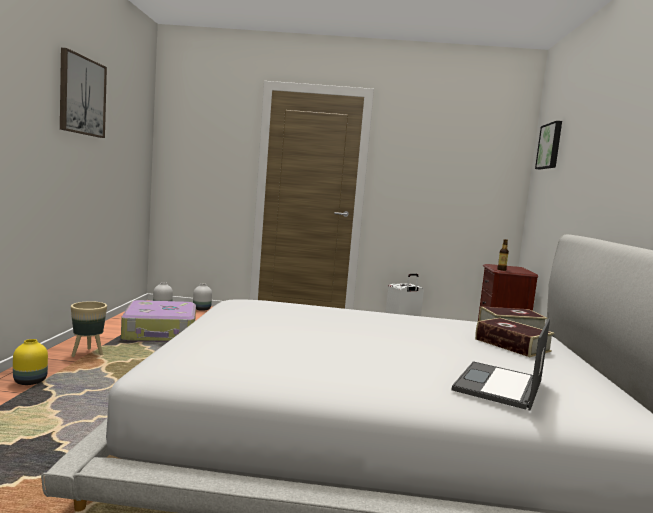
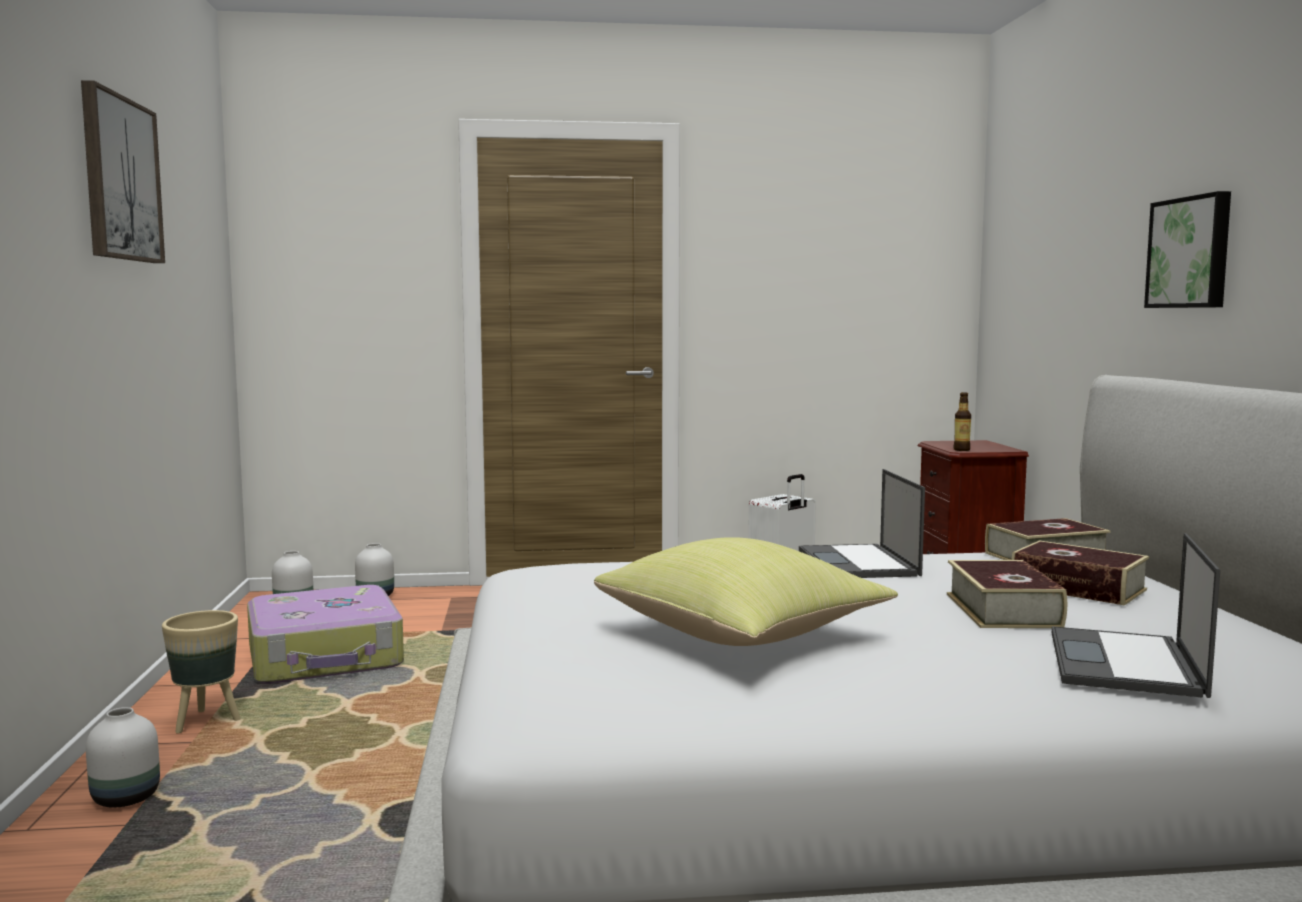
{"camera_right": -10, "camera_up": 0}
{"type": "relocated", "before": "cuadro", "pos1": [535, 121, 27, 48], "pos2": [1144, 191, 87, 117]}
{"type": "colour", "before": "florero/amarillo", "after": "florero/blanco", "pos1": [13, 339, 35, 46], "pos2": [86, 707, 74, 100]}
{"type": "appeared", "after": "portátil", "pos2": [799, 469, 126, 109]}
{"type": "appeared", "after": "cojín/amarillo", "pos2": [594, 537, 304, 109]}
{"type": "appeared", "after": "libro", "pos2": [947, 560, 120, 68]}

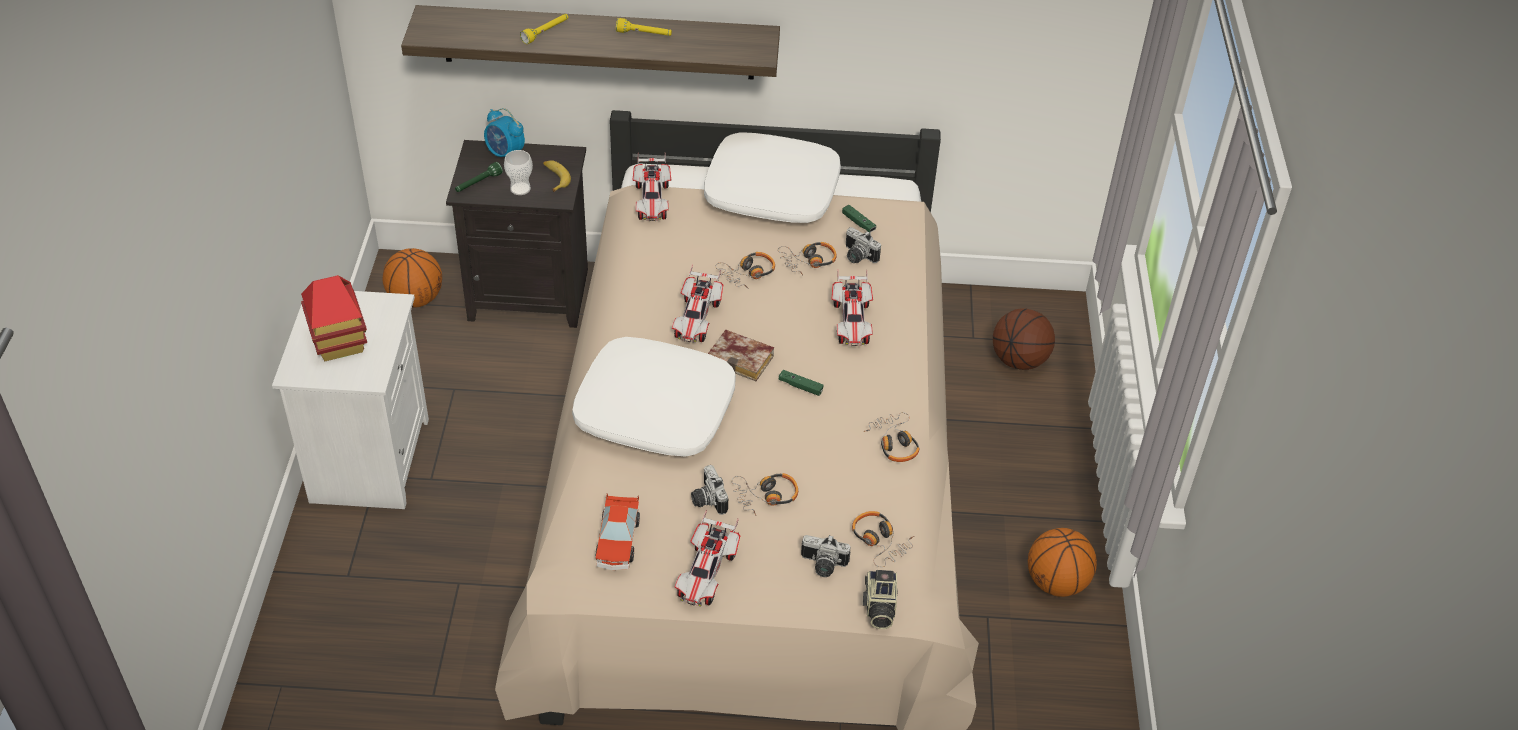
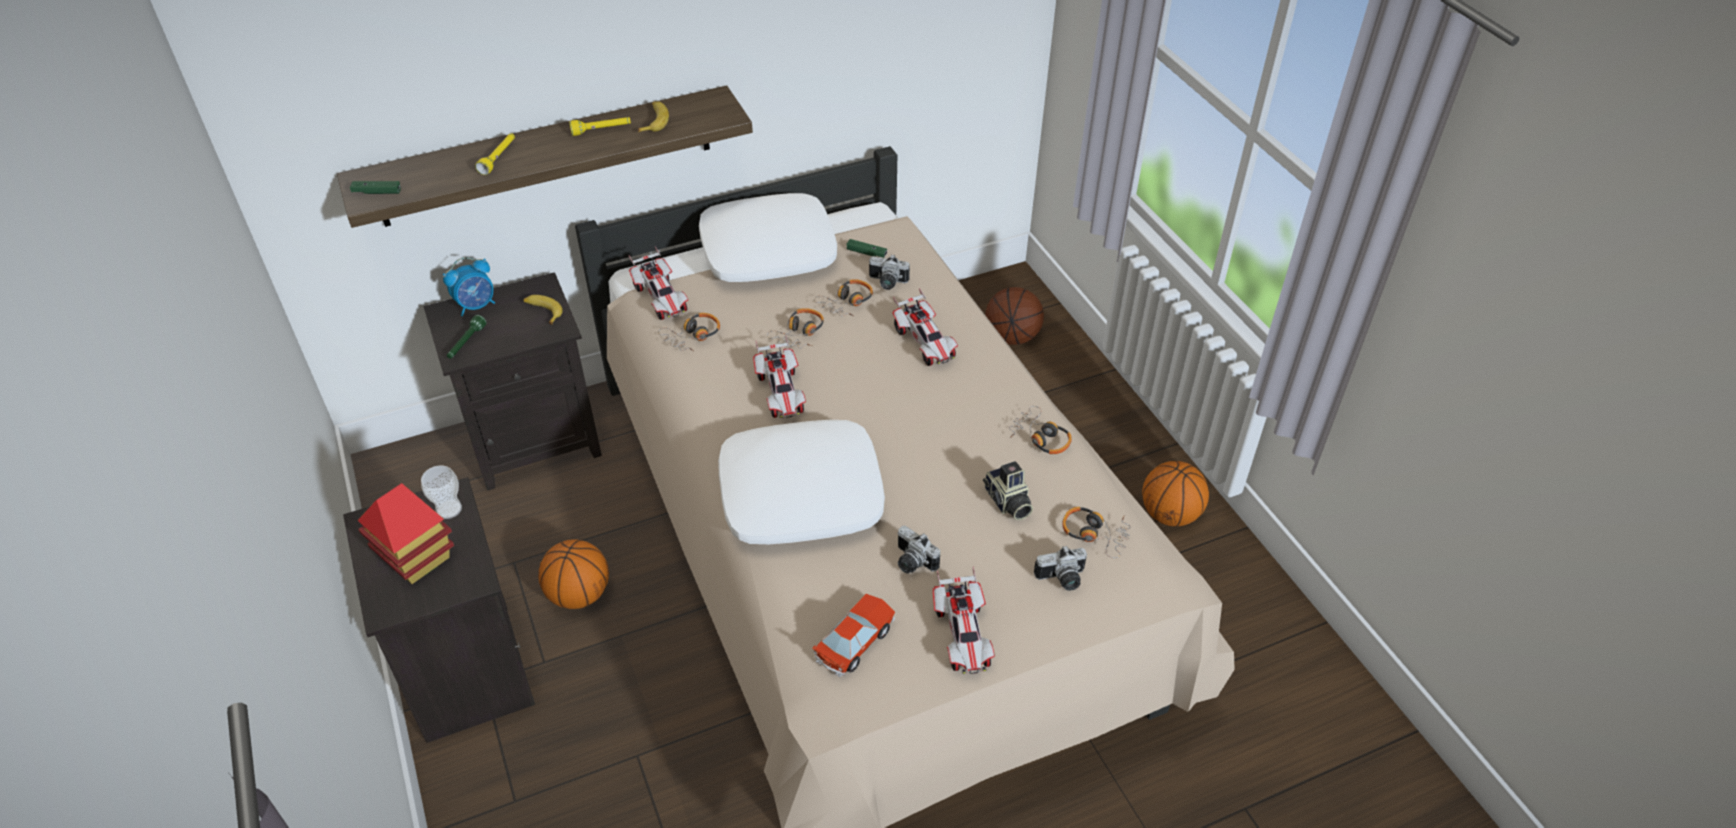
{"camera_right": -25, "camera_up": 0}
{"type": "spun", "before": "despertador", "pos1": [484, 108, 41, 49], "pos2": [443, 257, 52, 59], "turn": -45}
{"type": "relocated", "before": "taza", "pos1": [504, 150, 29, 45], "pos2": [421, 466, 41, 53]}
{"type": "relocated", "before": "balón de baloncesto", "pos1": [382, 248, 60, 60], "pos2": [538, 539, 71, 70]}
{"type": "colour", "before": "mesita de noche/blanco", "after": "mesita de noche/negro", "pos1": [272, 291, 157, 218], "pos2": [343, 477, 192, 266]}
{"type": "missing", "before": "libro", "pos1": [708, 329, 66, 52]}
{"type": "relocated", "before": "mando de consola/verde", "pos1": [779, 370, 45, 26], "pos2": [350, 181, 51, 13]}
{"type": "relocated", "before": "auriculares", "pos1": [731, 473, 67, 43], "pos2": [658, 313, 62, 38]}
{"type": "spun", "before": "coche de juguete", "pos1": [596, 493, 44, 77], "pos2": [812, 594, 83, 84], "turn": -120}
{"type": "relocated", "before": "cámara", "pos1": [863, 570, 35, 59], "pos2": [983, 461, 50, 59]}
{"type": "appeared", "after": "plátano", "pos2": [638, 101, 31, 31]}

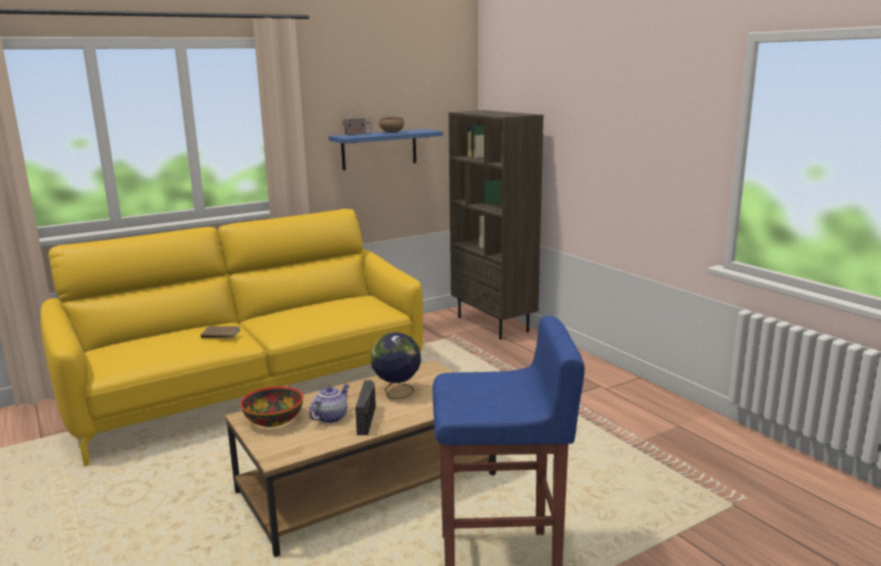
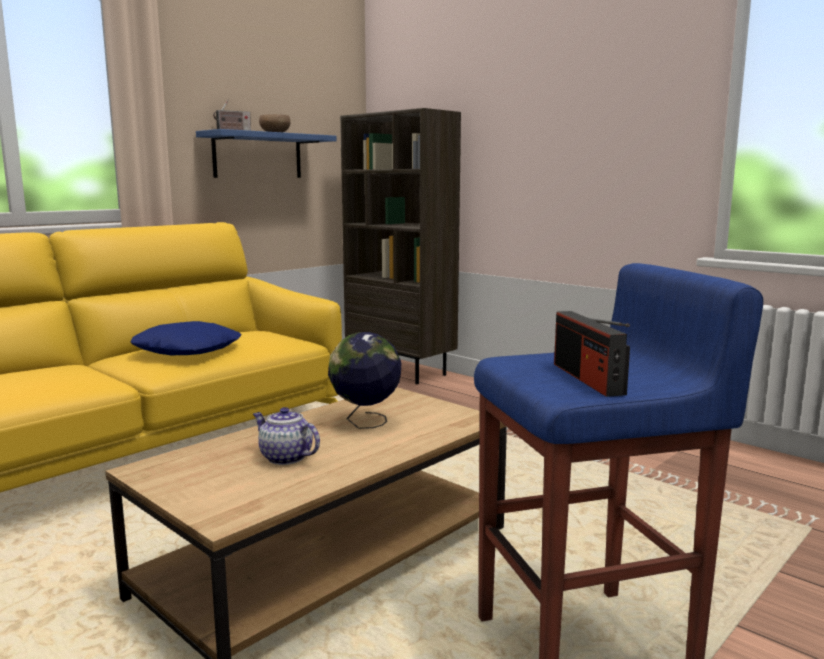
{"camera_right": -15, "camera_up": -5}
{"type": "missing", "before": "libro/marrón", "pos1": [201, 326, 40, 12]}
{"type": "relocated", "before": "radio", "pos1": [355, 380, 21, 55], "pos2": [554, 311, 76, 86]}
{"type": "spun", "before": "tetera", "pos1": [309, 384, 40, 39], "pos2": [253, 407, 67, 58], "turn": -75}
{"type": "missing", "before": "cuenco", "pos1": [240, 386, 63, 41]}
{"type": "appeared", "after": "cojín/azul", "pos2": [131, 321, 111, 34]}

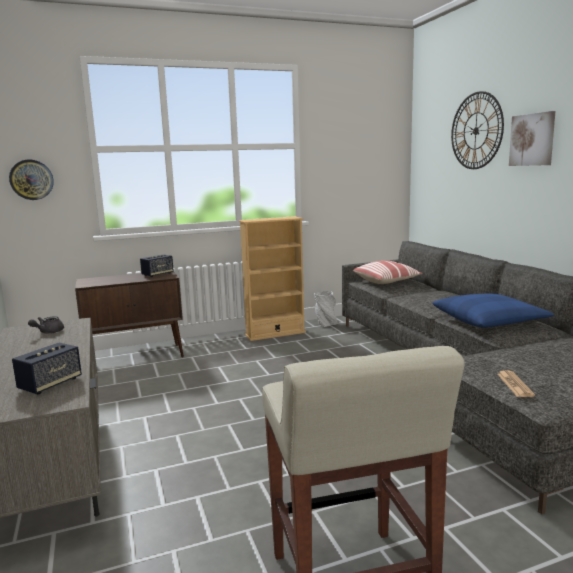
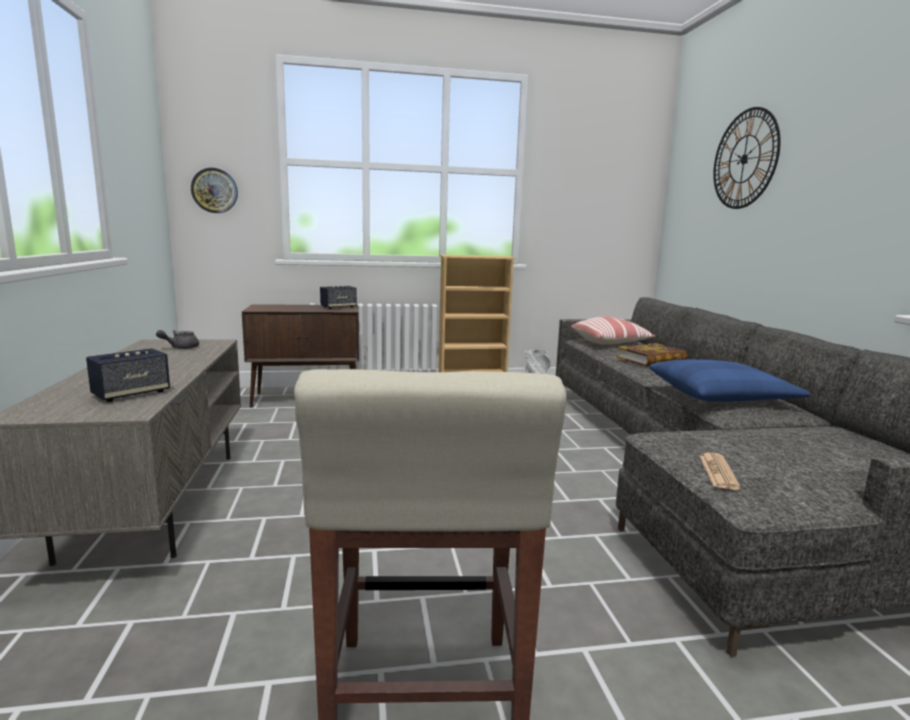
{"camera_right": 10, "camera_up": 0}
{"type": "missing", "before": "cuadro", "pos1": [509, 111, 46, 55]}
{"type": "appeared", "after": "libro", "pos2": [617, 343, 71, 23]}

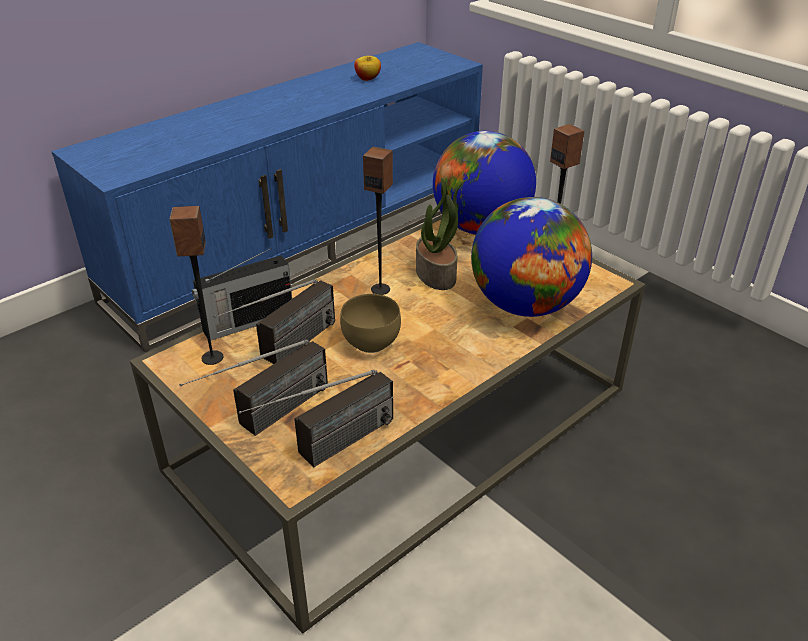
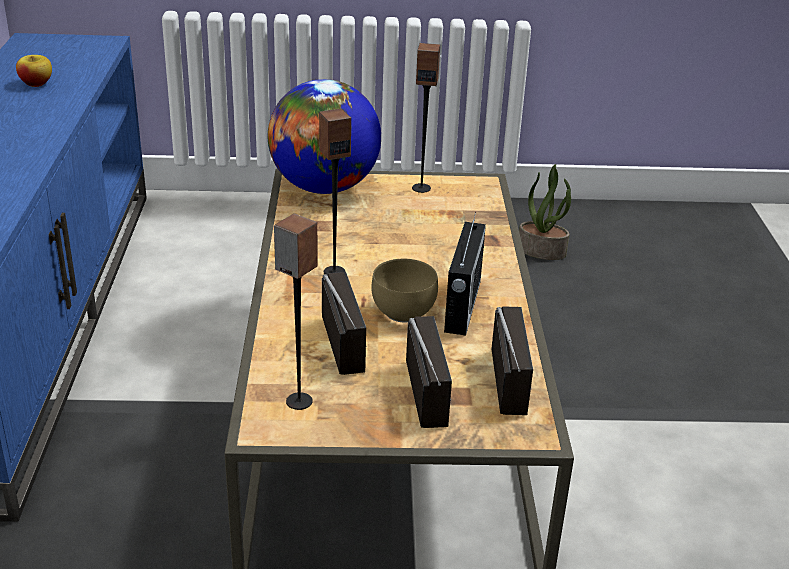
{"camera_right": -50, "camera_up": -5}
{"type": "relocated", "before": "planta en maceta", "pos1": [416, 178, 51, 112], "pos2": [519, 164, 52, 96]}
{"type": "missing", "before": "globo terráqueo", "pos1": [471, 197, 121, 120]}
{"type": "relocated", "before": "radio", "pos1": [192, 248, 100, 92], "pos2": [444, 212, 42, 124]}

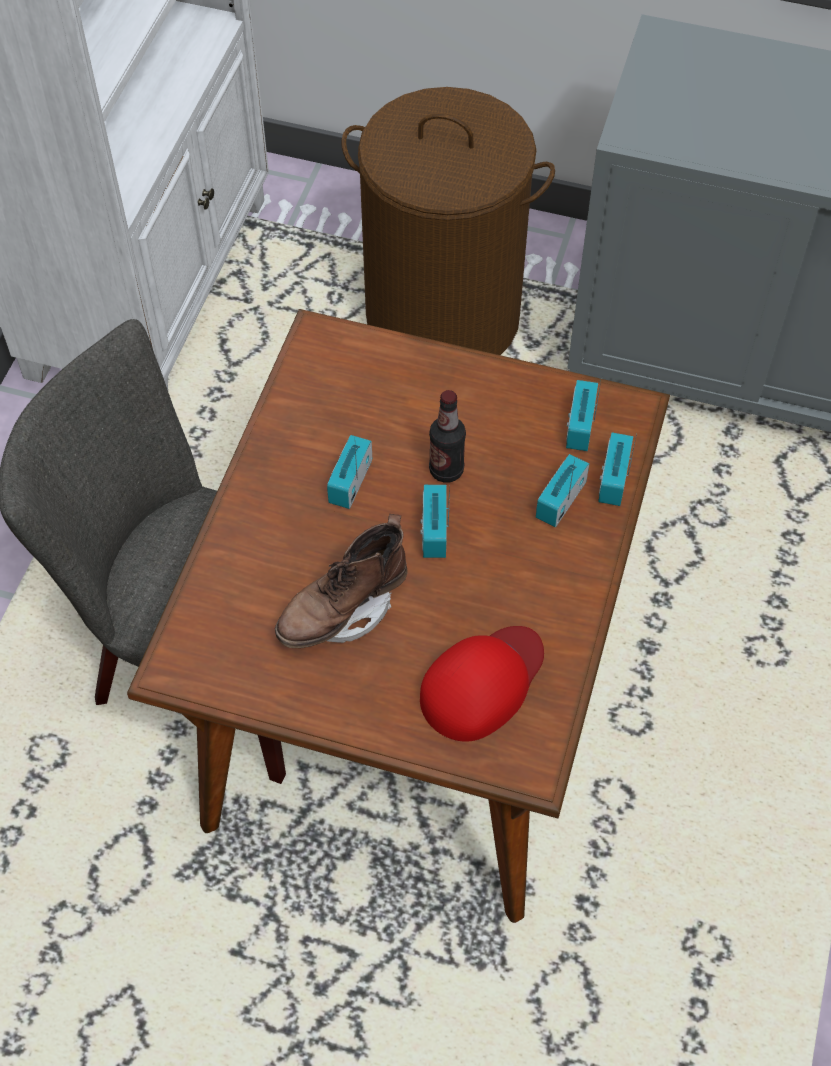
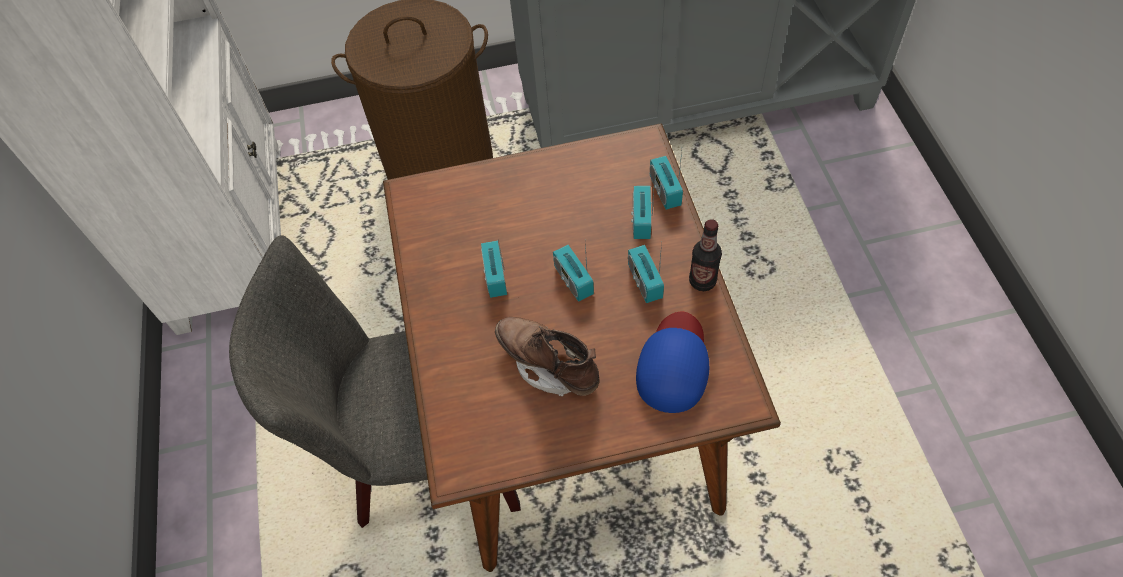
{"camera_right": -25, "camera_up": 0}
{"type": "relocated", "before": "radio", "pos1": [566, 380, 35, 71], "pos2": [628, 243, 36, 60]}
{"type": "relocated", "before": "botella", "pos1": [429, 390, 37, 92], "pos2": [689, 219, 33, 72]}
{"type": "spun", "before": "bota/marrón", "pos1": [275, 514, 132, 134], "pos2": [495, 317, 105, 79], "turn": 105}
{"type": "colour", "before": "gorra/rojo", "after": "gorra/azul", "pos1": [420, 626, 124, 116], "pos2": [636, 312, 73, 101]}

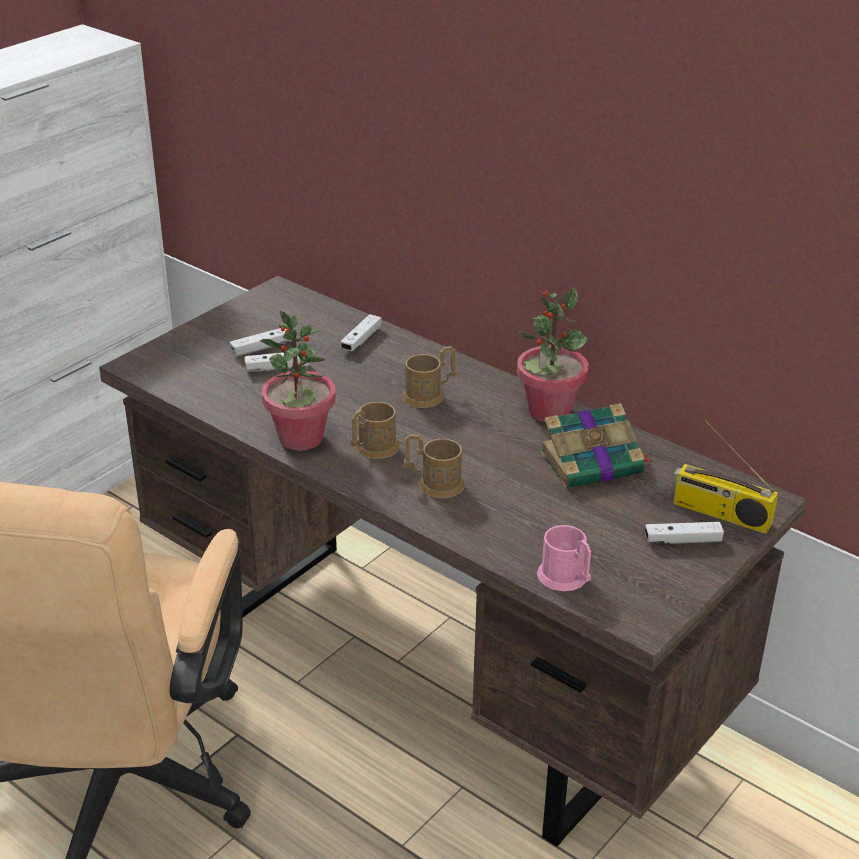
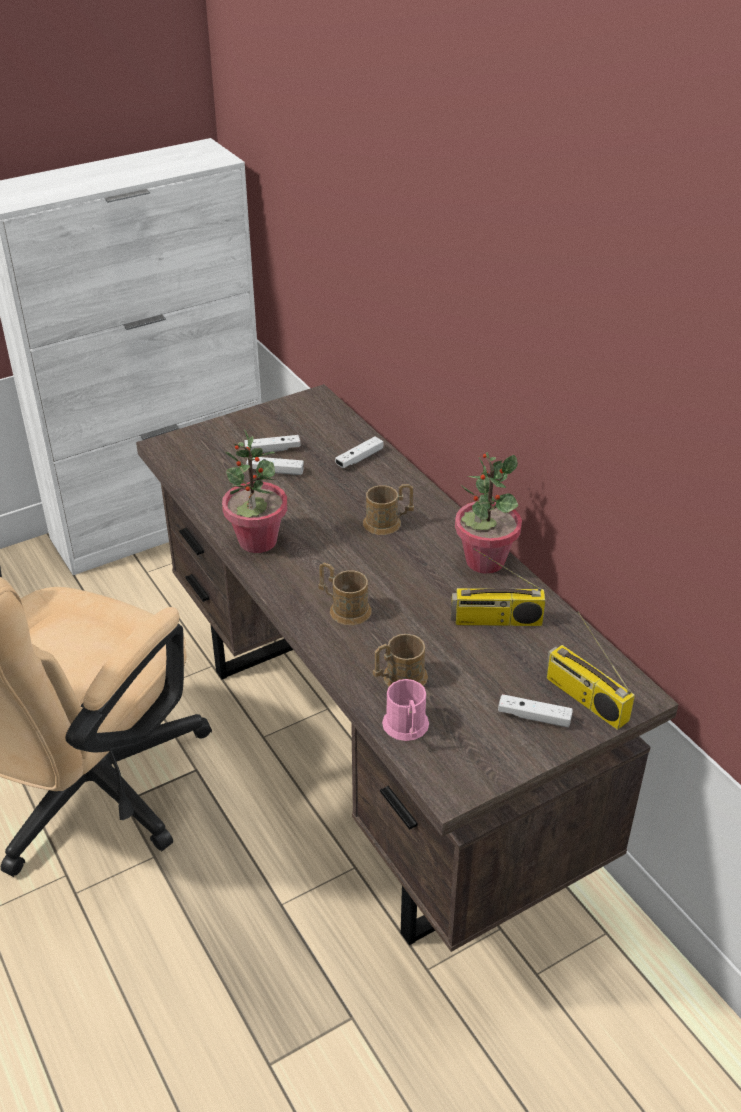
{"camera_right": 20, "camera_up": 5}
{"type": "relocated", "before": "taza grande/marrón", "pos1": [350, 402, 50, 57], "pos2": [373, 634, 55, 53]}
{"type": "exchanged", "before": "libro", "after": "radio", "pos1": [540, 403, 114, 86], "pos2": [451, 548, 95, 78]}

